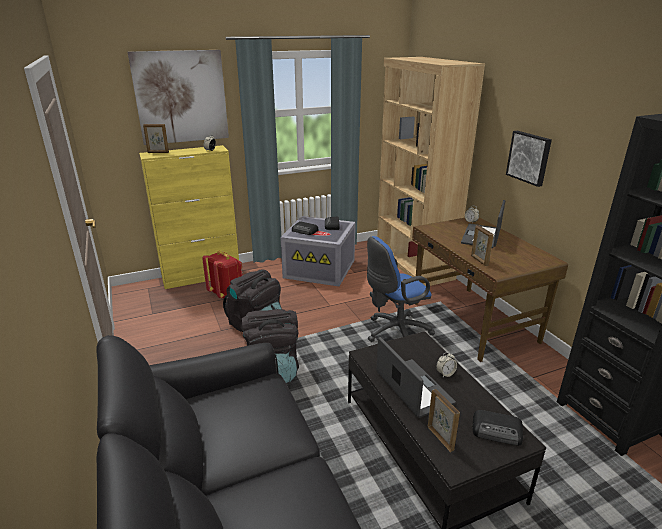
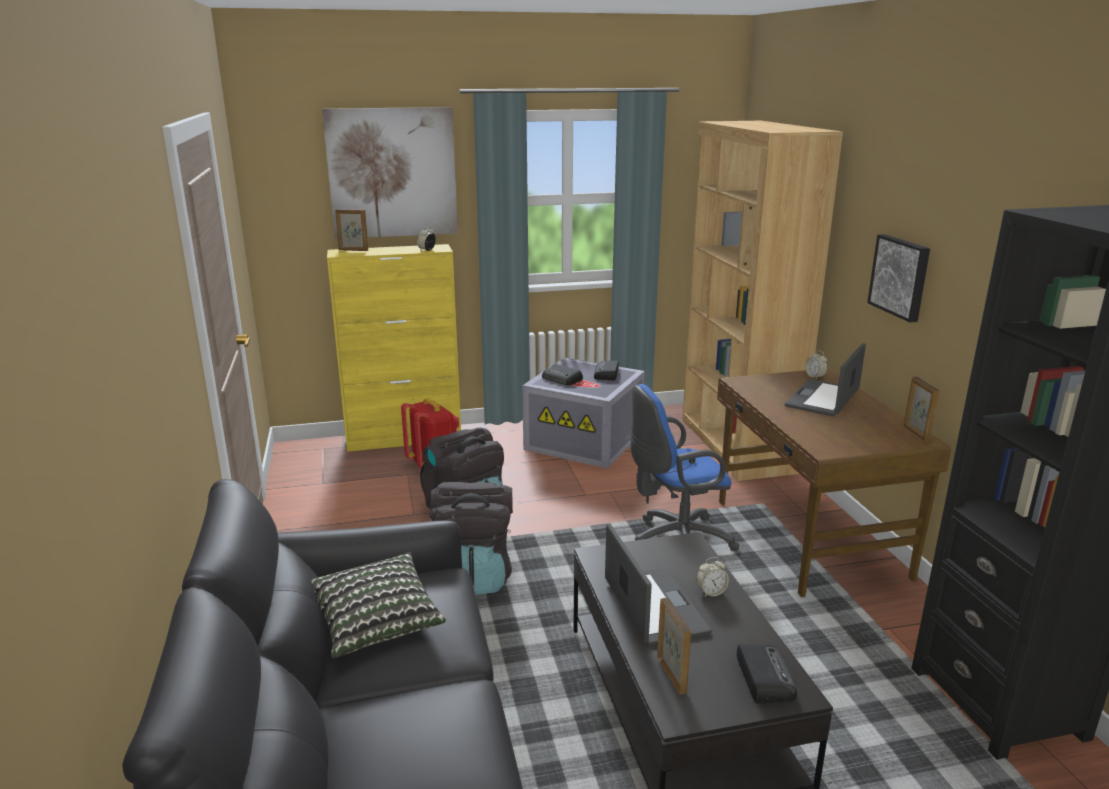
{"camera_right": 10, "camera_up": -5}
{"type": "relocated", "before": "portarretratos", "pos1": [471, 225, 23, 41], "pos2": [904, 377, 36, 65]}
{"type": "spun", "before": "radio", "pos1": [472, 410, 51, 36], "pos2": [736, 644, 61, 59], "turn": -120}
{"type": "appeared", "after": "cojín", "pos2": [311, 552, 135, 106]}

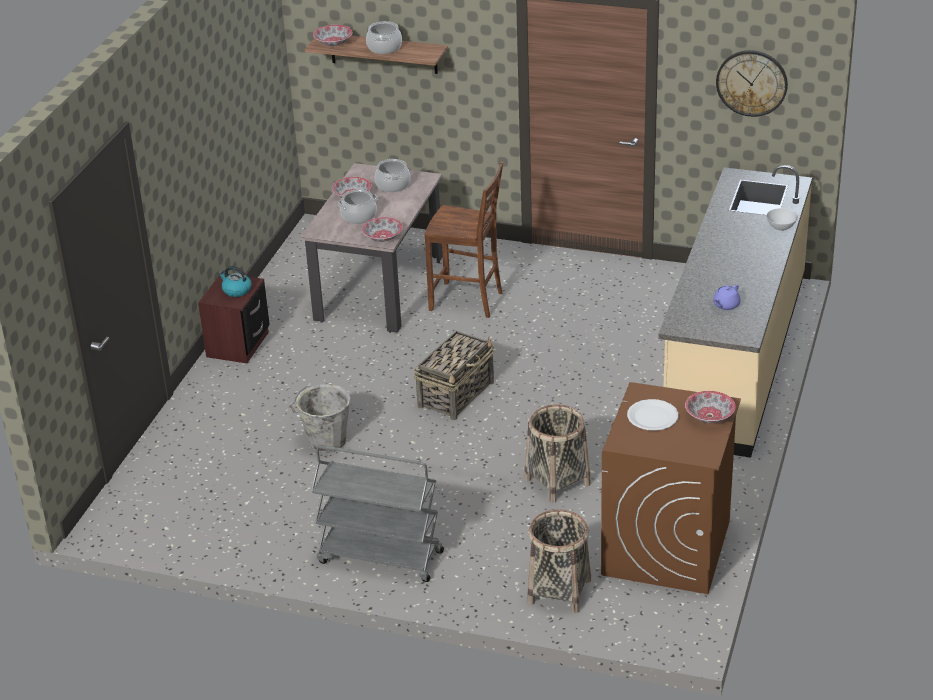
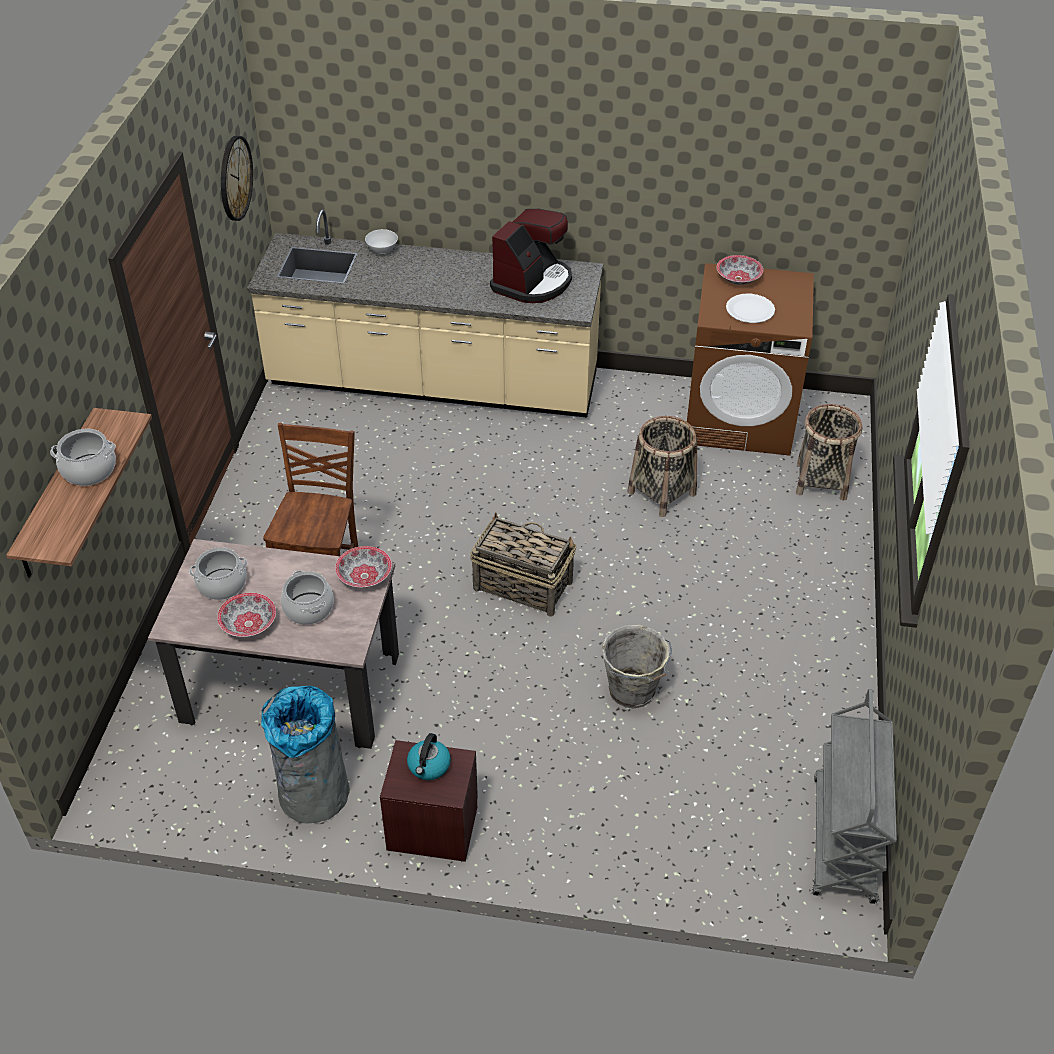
{"camera_right": -100, "camera_up": 10}
{"type": "missing", "before": "cuenco", "pos1": [313, 25, 40, 21]}
{"type": "exchanged", "before": "tetera/morado", "after": "cafetera", "pos1": [713, 284, 28, 26], "pos2": [490, 209, 82, 94]}
{"type": "relocated", "before": "carrito/gris", "pos1": [311, 445, 133, 137], "pos2": [812, 689, 85, 215]}
{"type": "appeared", "after": "papelera/gris", "pos2": [261, 686, 89, 138]}

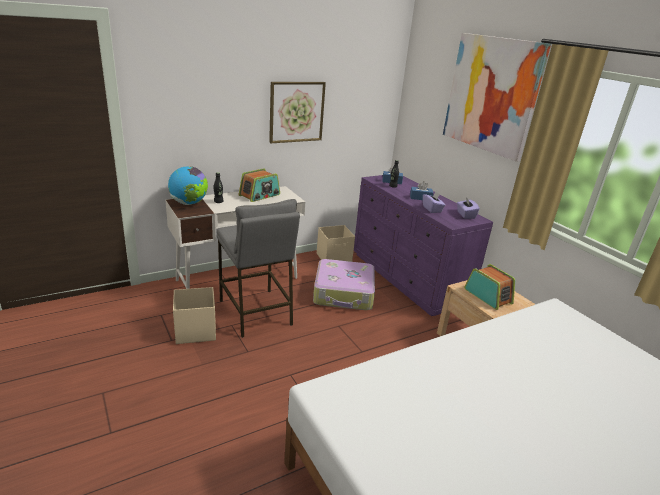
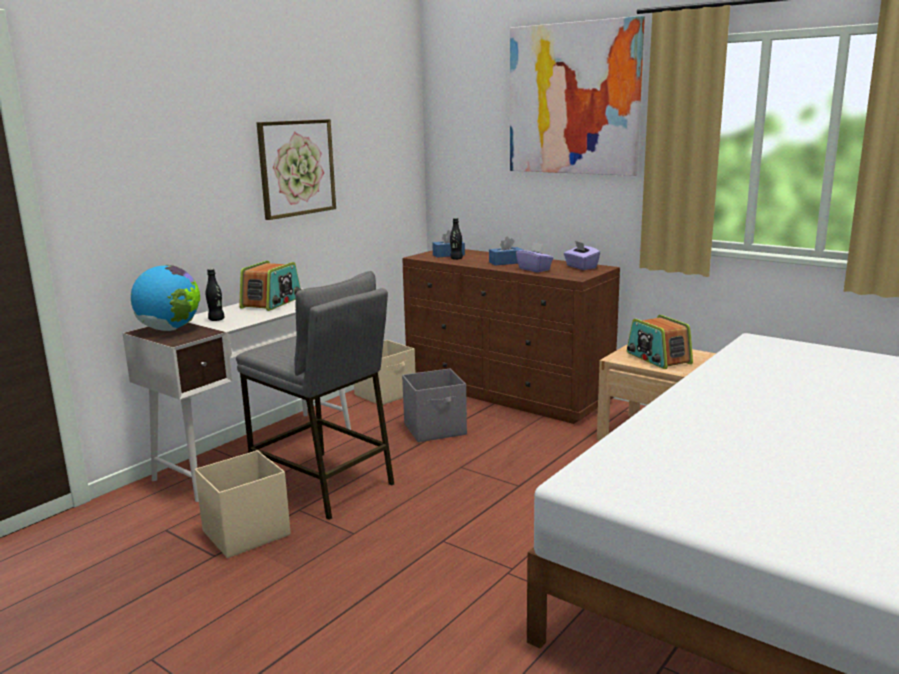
{"camera_right": -20, "camera_up": -10}
{"type": "colour", "before": "cómoda/morado", "after": "cómoda/marrón", "pos1": [354, 175, 139, 141], "pos2": [402, 249, 218, 175]}
{"type": "exchanged", "before": "maleta", "after": "caja de almacenaje/gris", "pos1": [313, 259, 62, 51], "pos2": [402, 368, 65, 74]}
{"type": "spun", "before": "radio", "pos1": [464, 264, 51, 46], "pos2": [627, 315, 66, 54], "turn": -150}

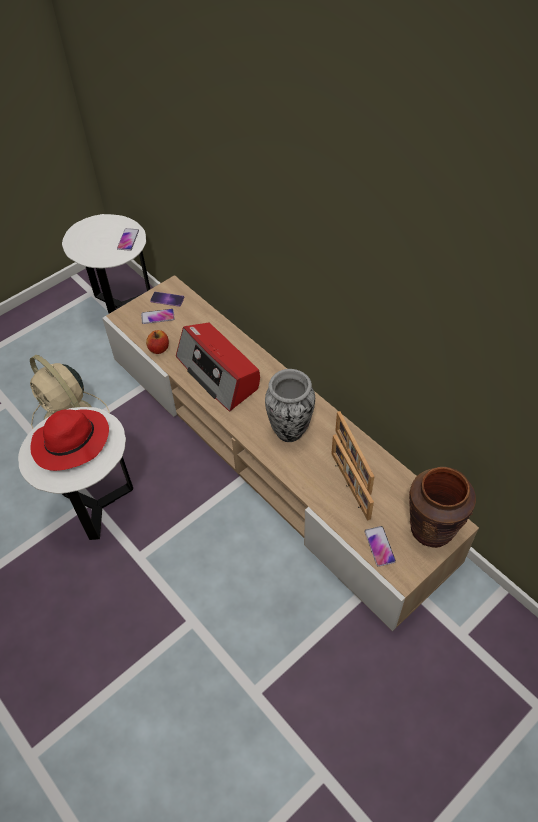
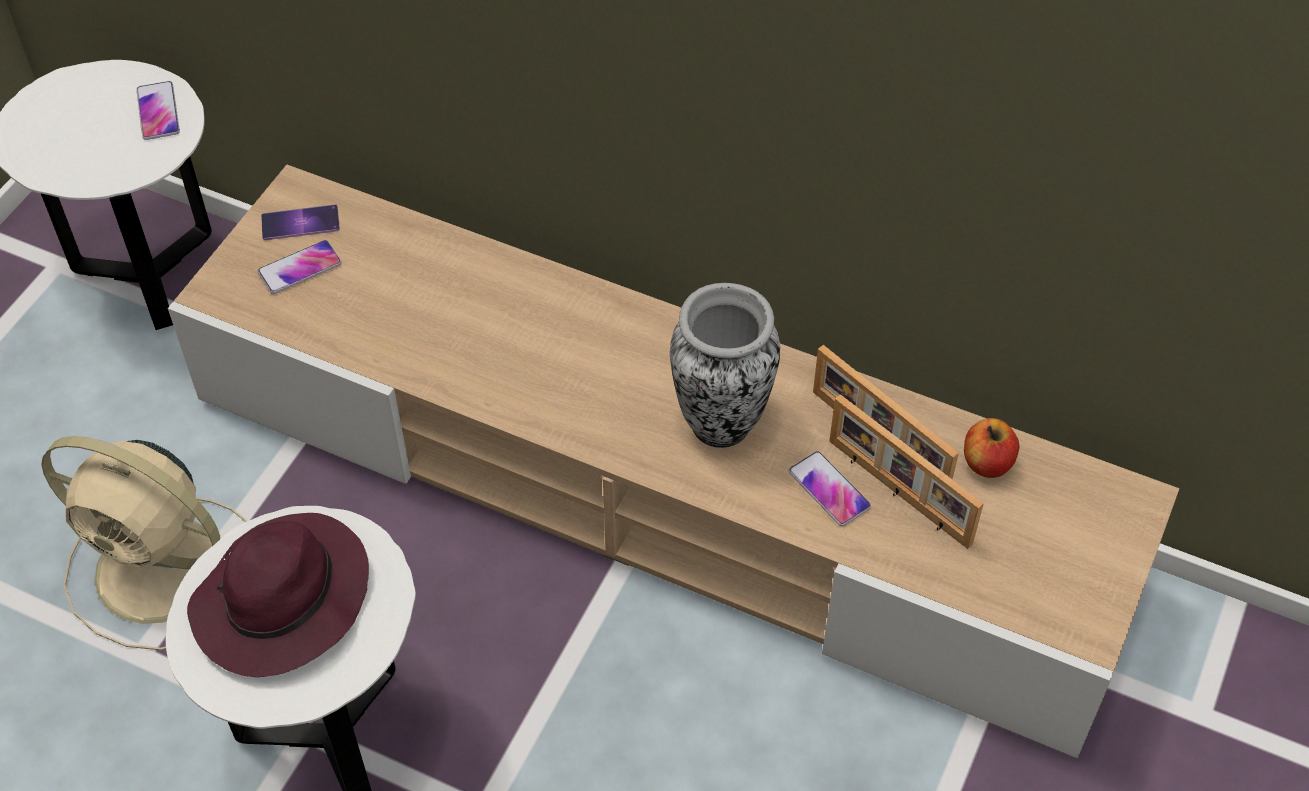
{"camera_right": -25, "camera_up": 0}
{"type": "missing", "before": "radio", "pos1": [176, 322, 84, 90]}
{"type": "relocated", "before": "manzana", "pos1": [146, 330, 23, 24], "pos2": [964, 418, 55, 60]}
{"type": "colour", "before": "sombrero/rojo", "after": "sombrero/morado", "pos1": [31, 409, 78, 62], "pos2": [187, 513, 182, 164]}
{"type": "missing", "before": "florero/marrón", "pos1": [409, 467, 67, 81]}
{"type": "relocated", "before": "móvil", "pos1": [365, 526, 31, 41], "pos2": [789, 451, 82, 75]}

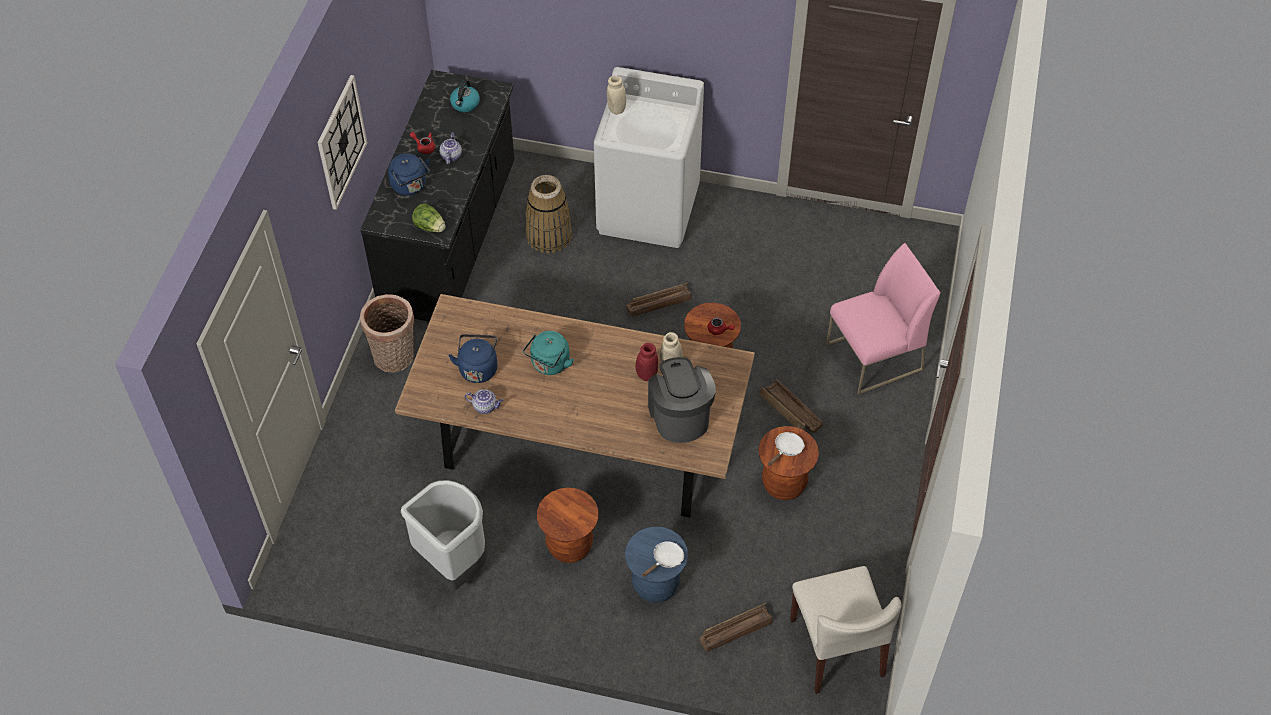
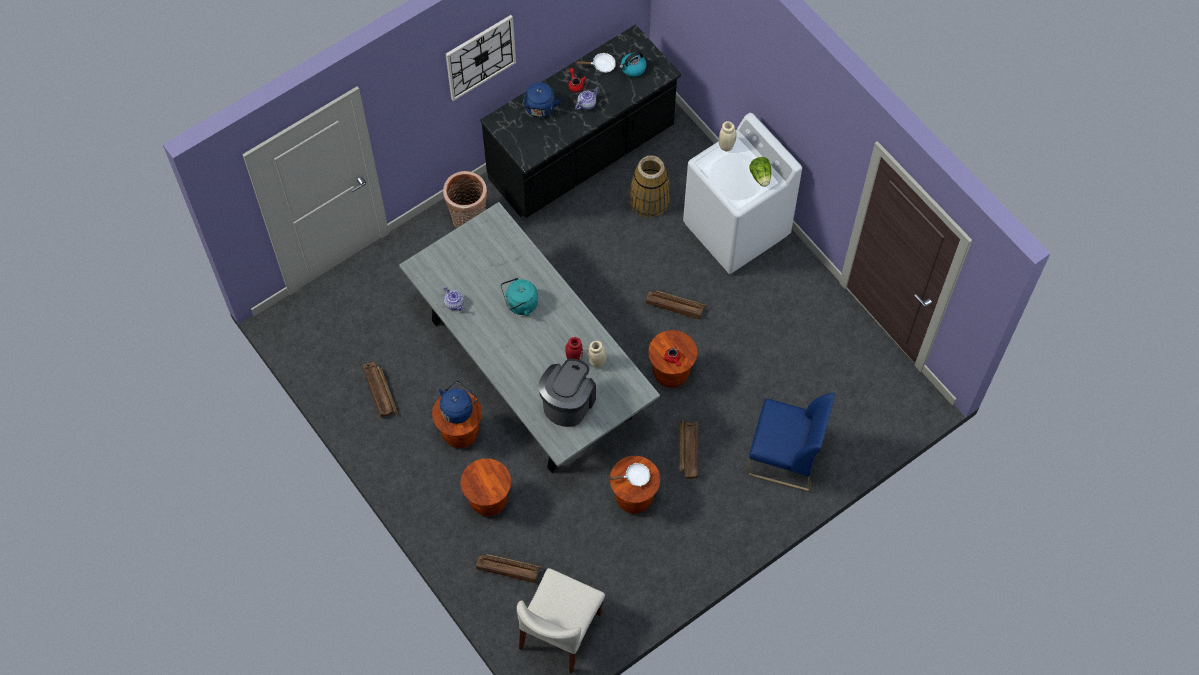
{"camera_right": 40, "camera_up": 10}
{"type": "relocated", "before": "lechuga", "pos1": [412, 203, 34, 29], "pos2": [750, 157, 21, 30]}
{"type": "colour", "before": "silla/rosa", "after": "silla/azul", "pos1": [826, 243, 115, 152], "pos2": [747, 393, 88, 99]}
{"type": "colour", "before": "mesa de comedor/marrón", "after": "mesa de comedor/gris", "pos1": [395, 294, 360, 224], "pos2": [399, 202, 261, 271]}
{"type": "relocated", "before": "hervidor/azul", "pos1": [449, 334, 49, 49], "pos2": [439, 381, 39, 43]}
{"type": "exchanged", "before": "papelera/gris", "after": "caja de embalaje", "pos1": [401, 480, 86, 110], "pos2": [362, 362, 37, 56]}
{"type": "colour", "before": "taburete/azul", "after": "taburete/marrón", "pos1": [625, 526, 63, 77], "pos2": [460, 458, 51, 58]}
{"type": "relocated", "before": "sartén/blanco", "pos1": [642, 541, 42, 36], "pos2": [576, 53, 40, 20]}

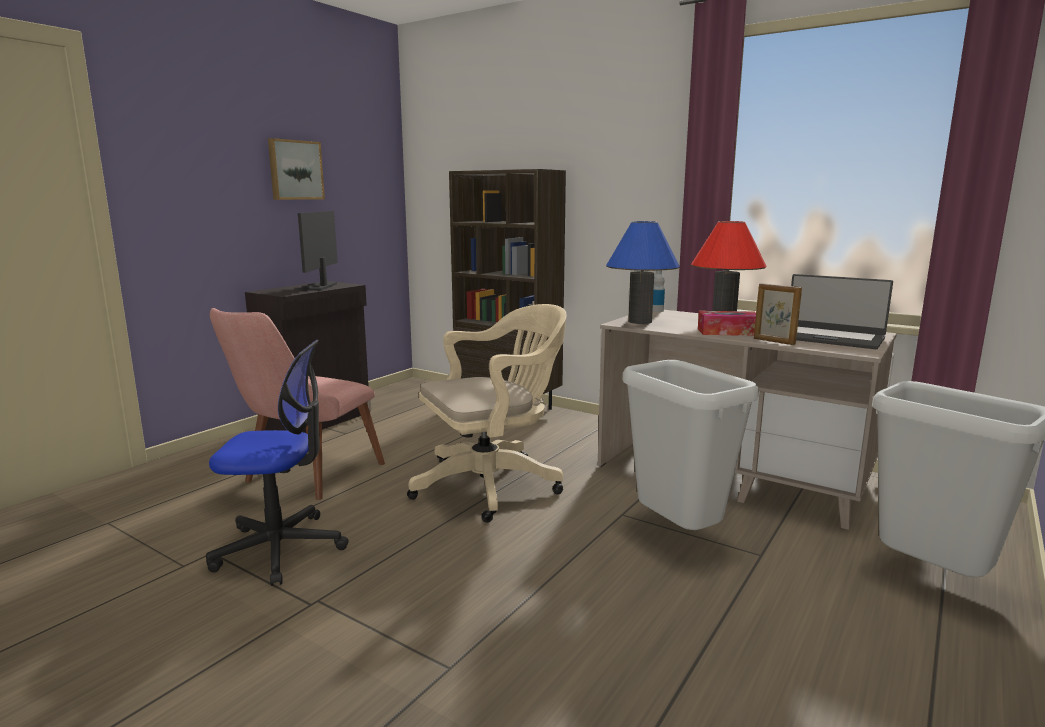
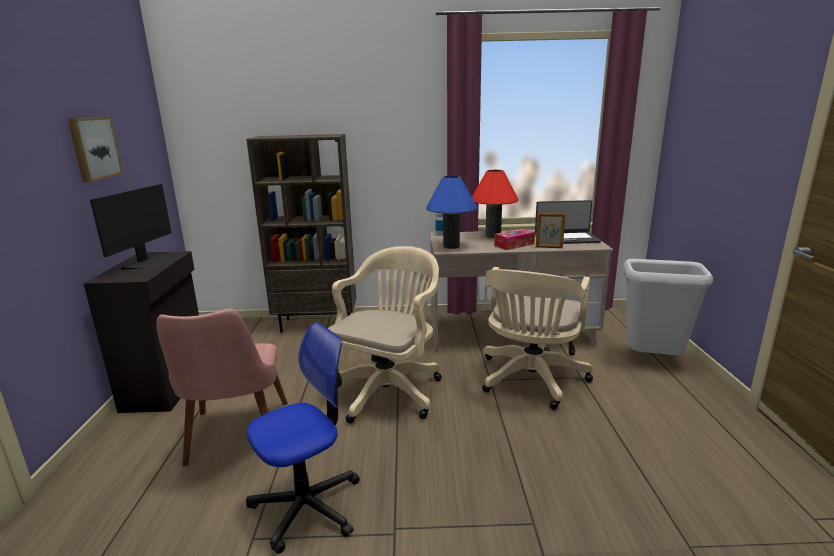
{"camera_right": -35, "camera_up": 5}
{"type": "spun", "before": "monitor", "pos1": [292, 211, 46, 80], "pos2": [90, 184, 87, 87], "turn": -135}
{"type": "exchanged", "before": "papelera/gris", "after": "silla de oficina/beis", "pos1": [623, 360, 136, 170], "pos2": [482, 267, 111, 143]}

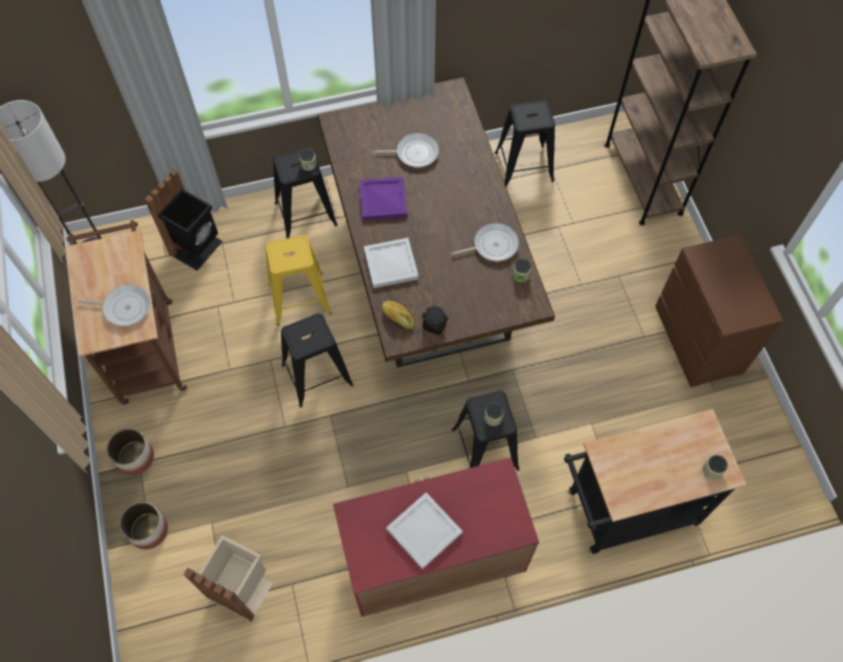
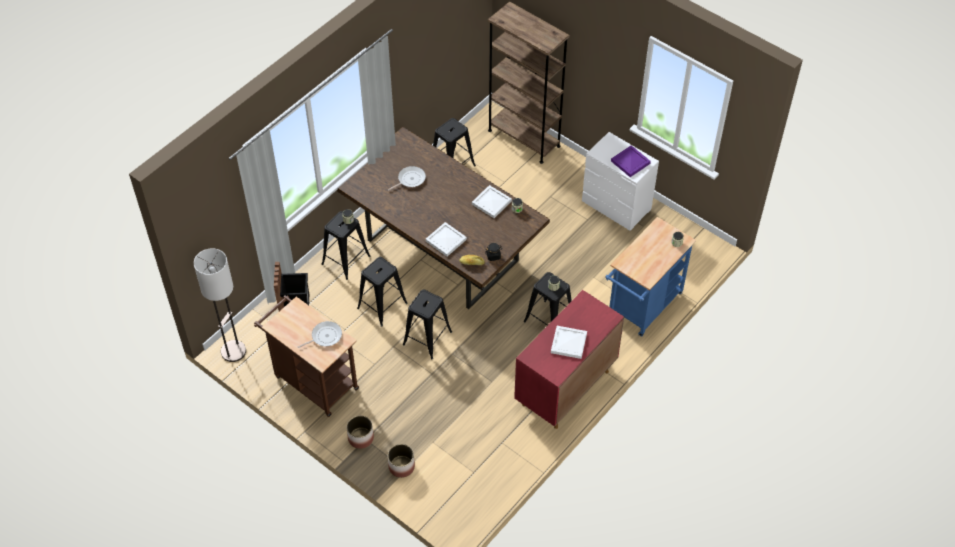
{"camera_right": -35, "camera_up": -10}
{"type": "relocated", "before": "bandeja/morado", "pos1": [359, 177, 48, 44], "pos2": [611, 145, 40, 32]}
{"type": "exchanged", "before": "sartén", "after": "bandeja/blanco", "pos1": [451, 223, 68, 38], "pos2": [472, 185, 40, 33]}
{"type": "colour", "before": "taburete/amarillo", "after": "taburete/negro", "pos1": [265, 235, 67, 90], "pos2": [357, 257, 51, 70]}
{"type": "colour", "before": "cómoda/marrón", "after": "cómoda/blanco", "pos1": [655, 235, 128, 152], "pos2": [582, 132, 77, 98]}
{"type": "colour", "before": "carrito/negro", "after": "carrito/azul", "pos1": [564, 409, 183, 145], "pos2": [605, 217, 91, 119]}
{"type": "missing", "before": "papelera/beis", "pos1": [183, 535, 90, 87]}

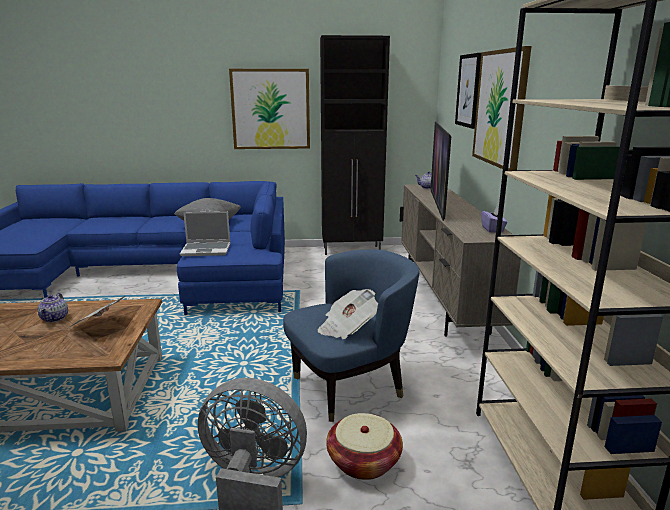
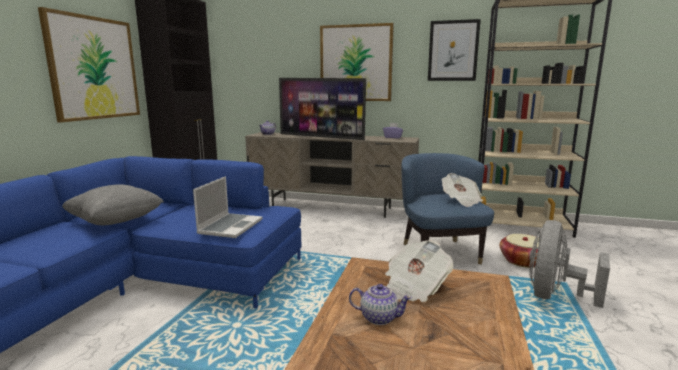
{"camera_right": -70, "camera_up": -5}
{"type": "relocated", "before": "cuadro", "pos1": [455, 53, 26, 76], "pos2": [428, 19, 53, 62]}

